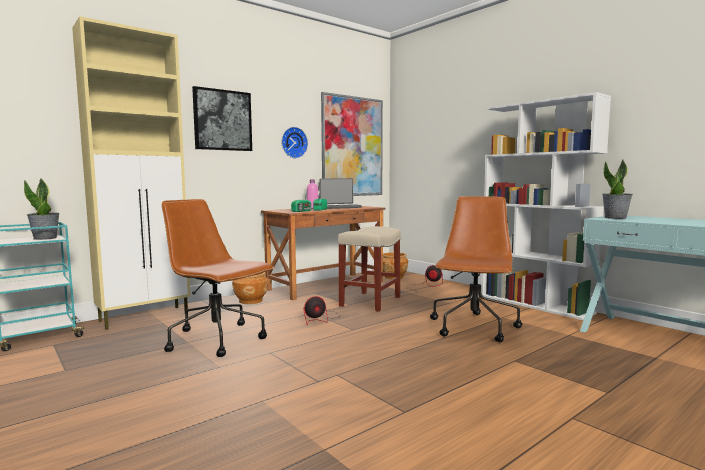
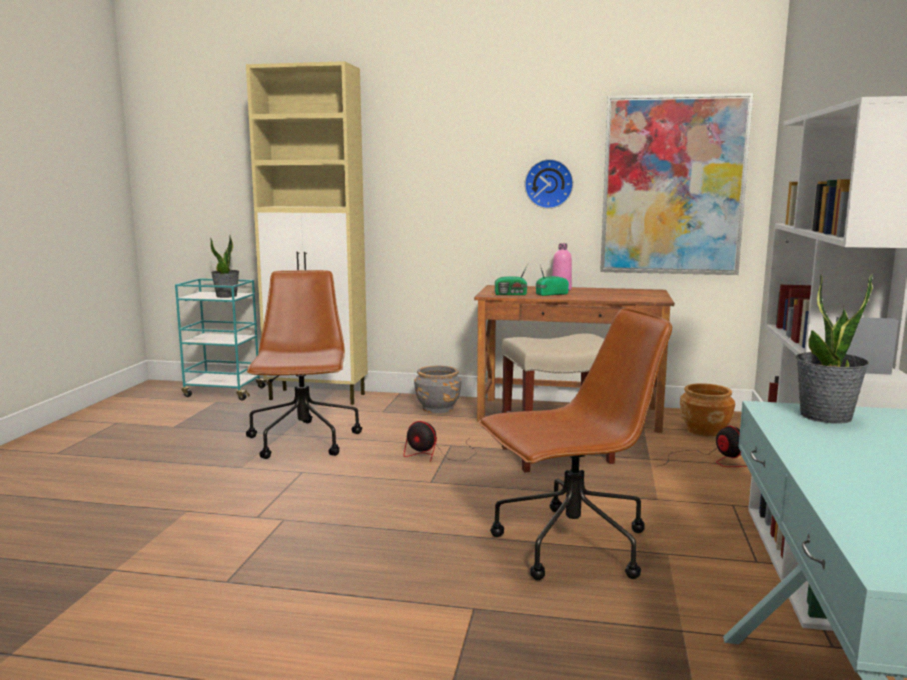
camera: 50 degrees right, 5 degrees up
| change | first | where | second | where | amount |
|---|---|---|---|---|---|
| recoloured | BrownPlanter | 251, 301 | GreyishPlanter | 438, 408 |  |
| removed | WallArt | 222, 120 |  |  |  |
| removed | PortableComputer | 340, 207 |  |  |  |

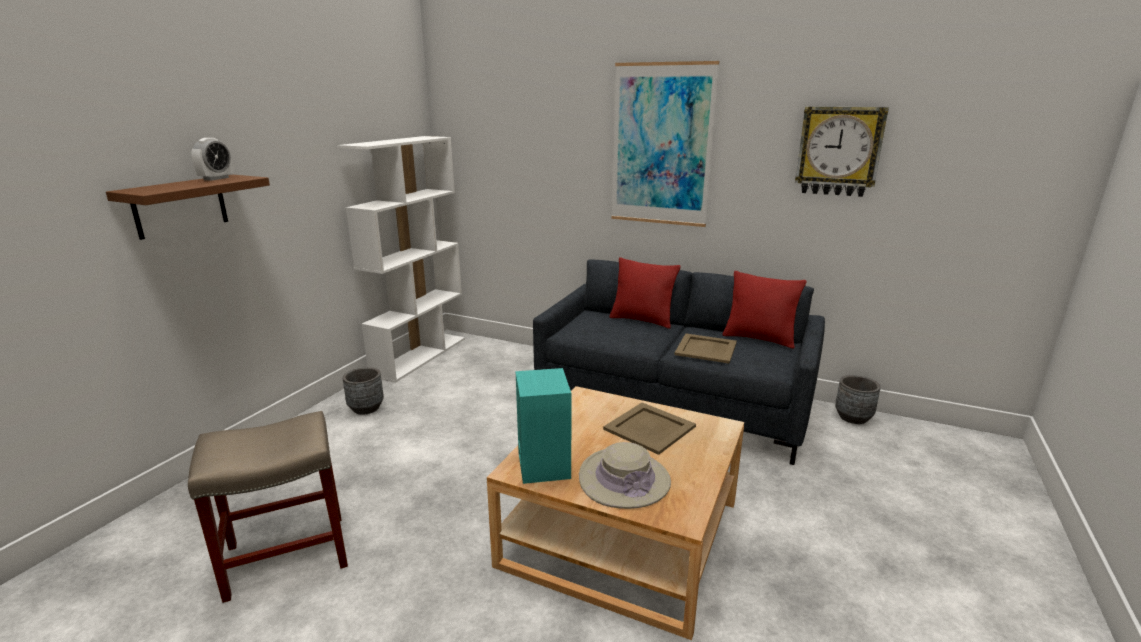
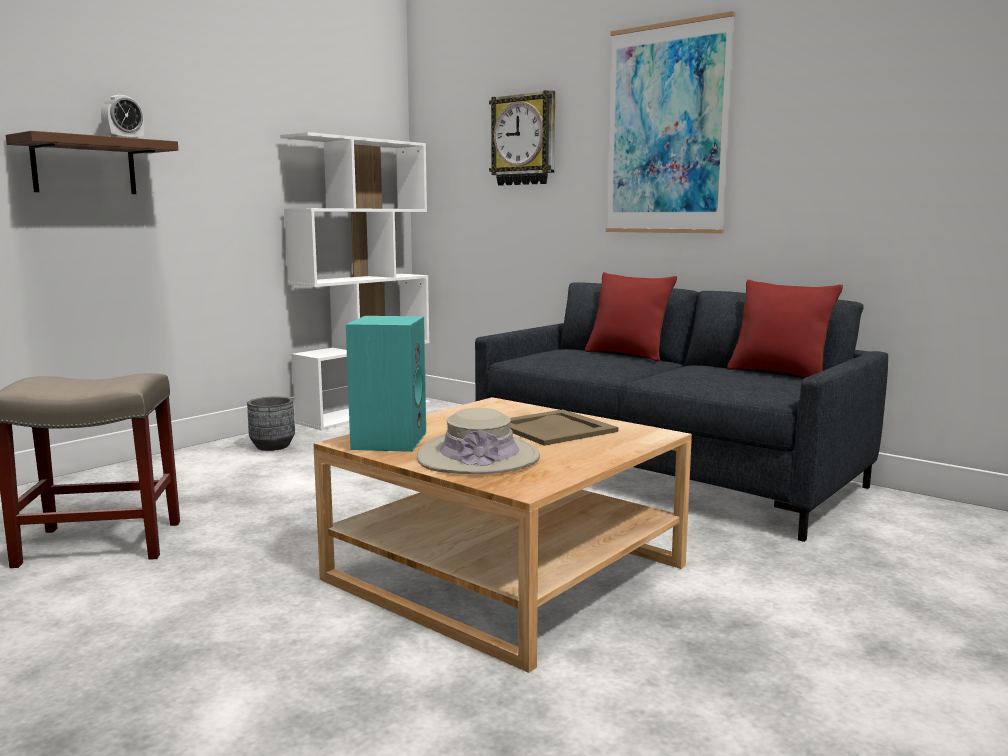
camera: 15 degrees right, 10 degrees down
| change | first | where | second | where | amount |
|---|---|---|---|---|---|
| moved | WallClock | 839, 151 |  | 524, 140 |  |
| removed | SandColouredTray | 705, 349 |  |  |  |
| removed | GreyishPlanter | 853, 417 |  |  |  |

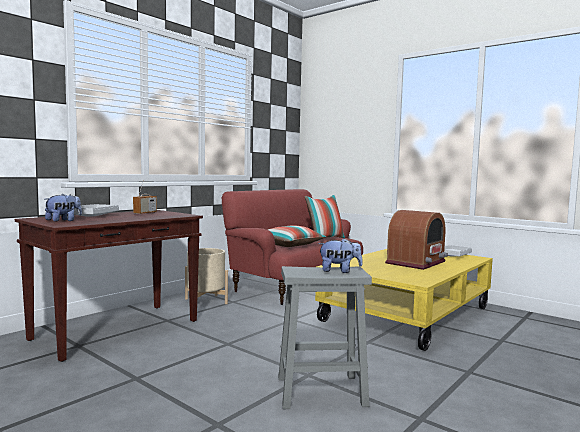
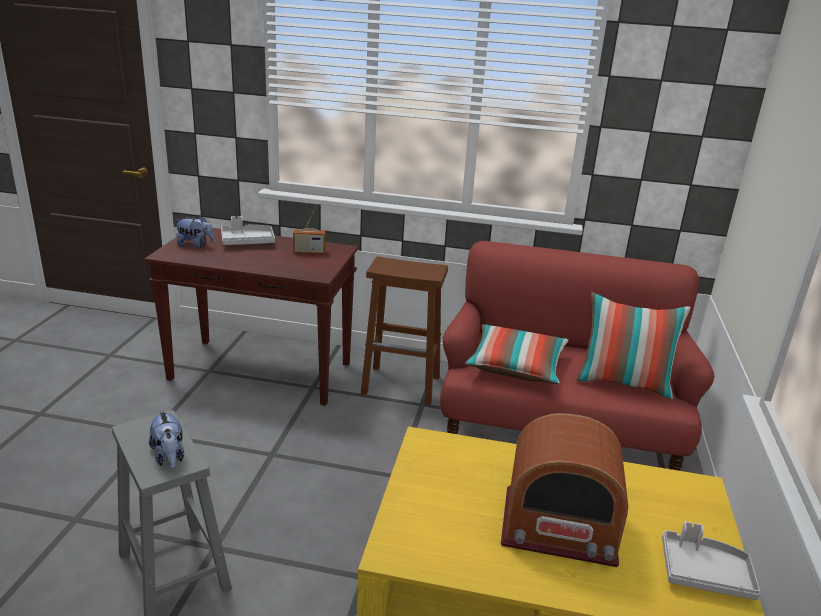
camera: 60 degrees right, 20 degrees up
| change | first | where | second | where | amount |
|---|---|---|---|---|---|
| replaced | SandColouredPlanter | 206, 301 | BrownStoolSeat | 402, 385 |  |

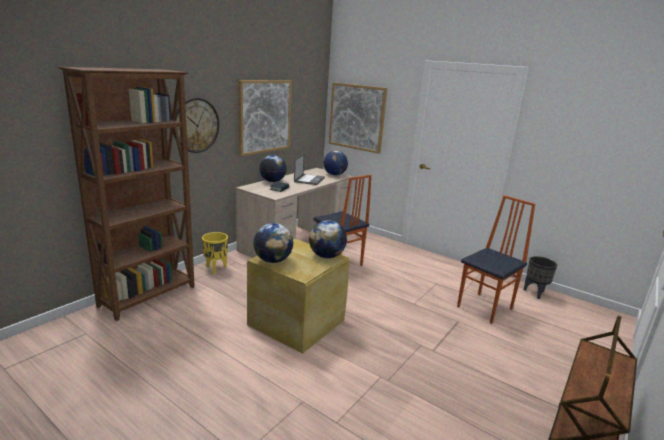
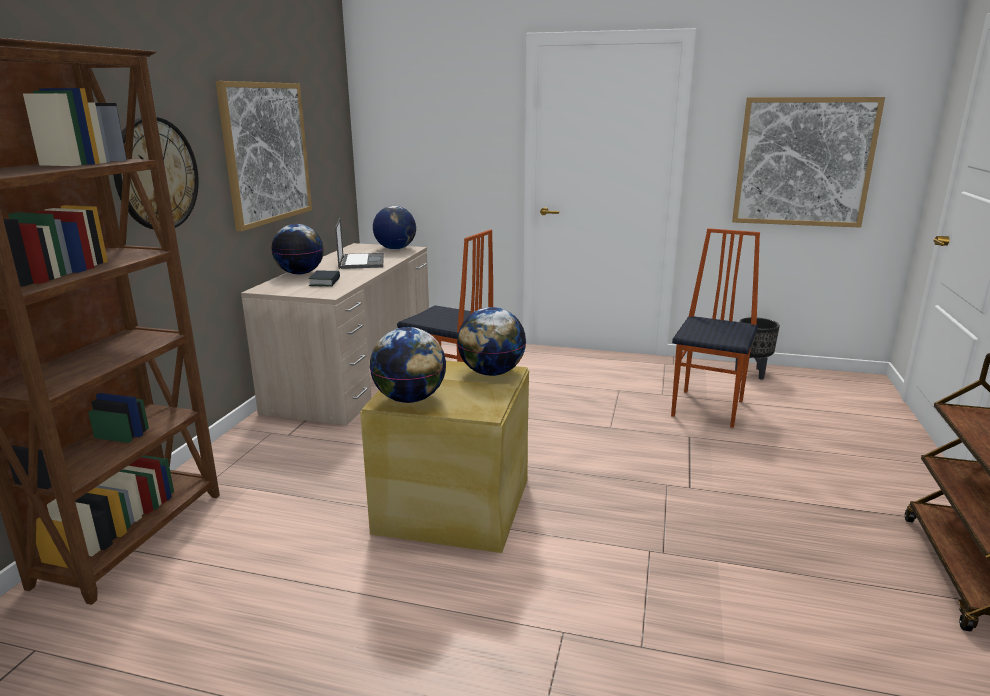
camera: 20 degrees left, 0 degrees up
| change | first | where | second | where | amount |
|---|---|---|---|---|---|
| moved | WallArt | 357, 117 |  | 803, 162 |  |
| removed | YellowPlanter | 215, 269 |  |  |  |

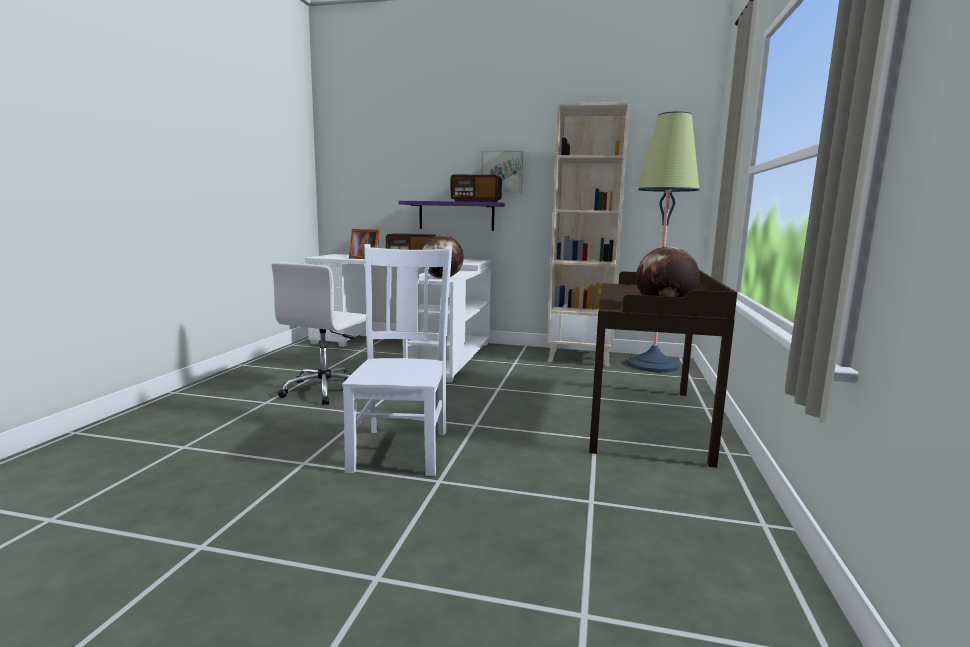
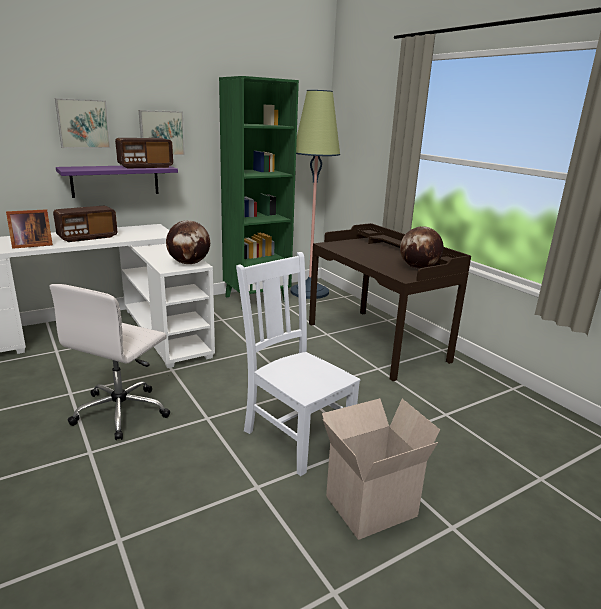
camera: 45 degrees left, 10 degrees up
| change | first | where | second | where | amount |
|---|---|---|---|---|---|
| turned | WhitishDeskChair | 326, 390 |  | 122, 411 | 45 degrees clockwise |
| added |  |  | WallArt | 83, 123 |  |
| recoloured | SandColouredBookshelf | 580, 357 | GreenBookshelf | 256, 299 |  |
| added |  |  | PackingBox | 370, 504 |  |

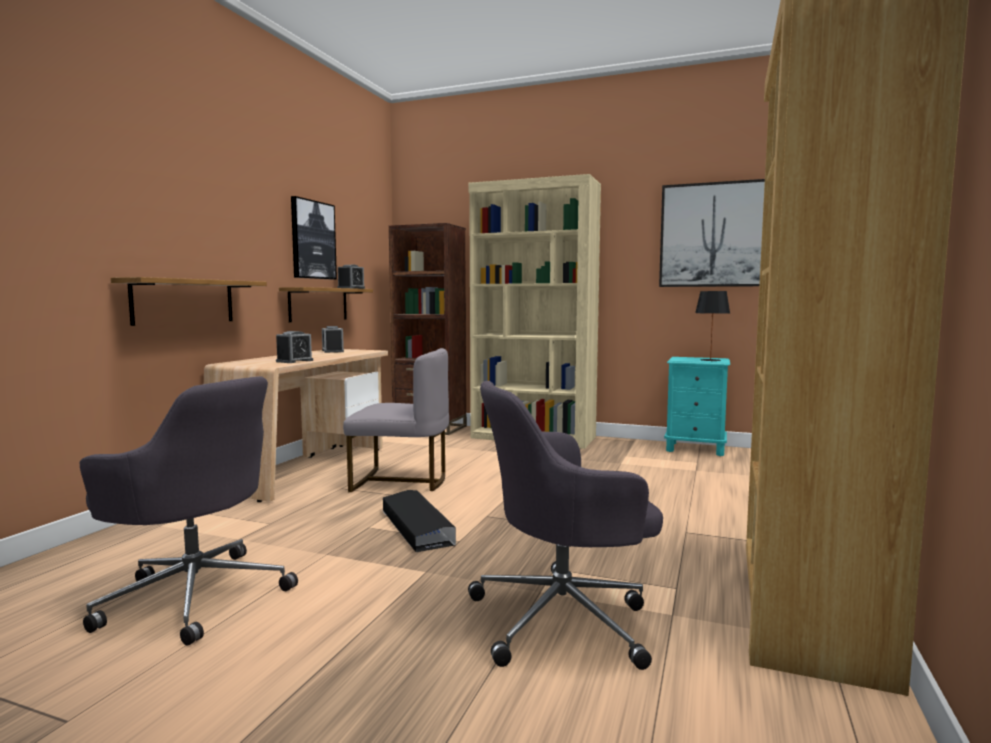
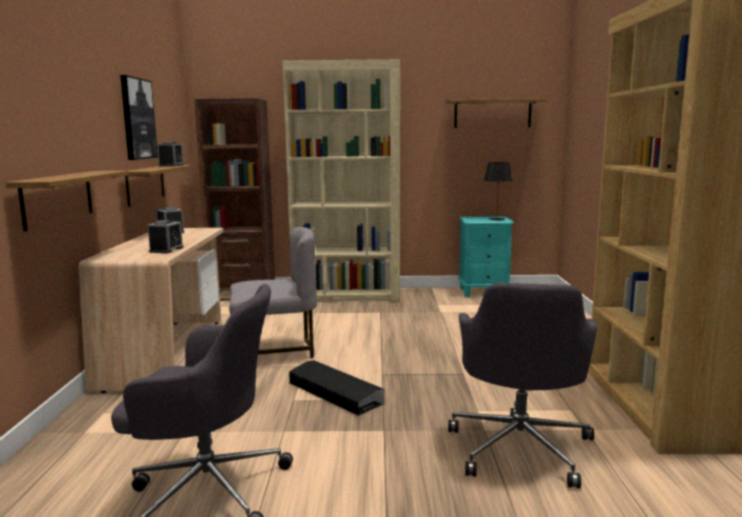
camera: 20 degrees left, 5 degrees up
| change | first | where | second | where | amount |
|---|---|---|---|---|---|
| replaced | WallArt | 713, 235 | WallShelf | 492, 113 |  |
| turned | GreyishDeskChair | 564, 619 |  | 520, 447 | 45 degrees counterclockwise |

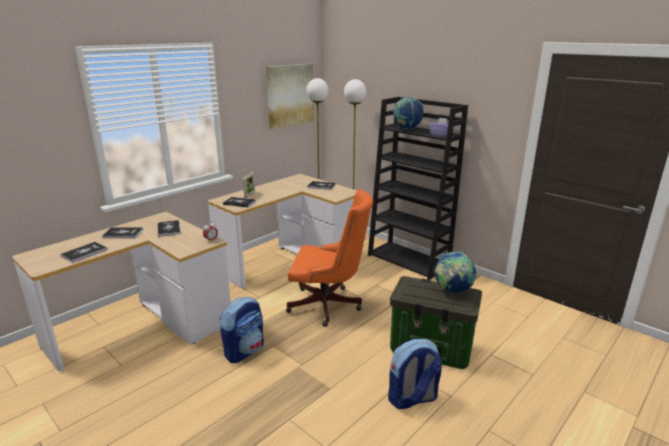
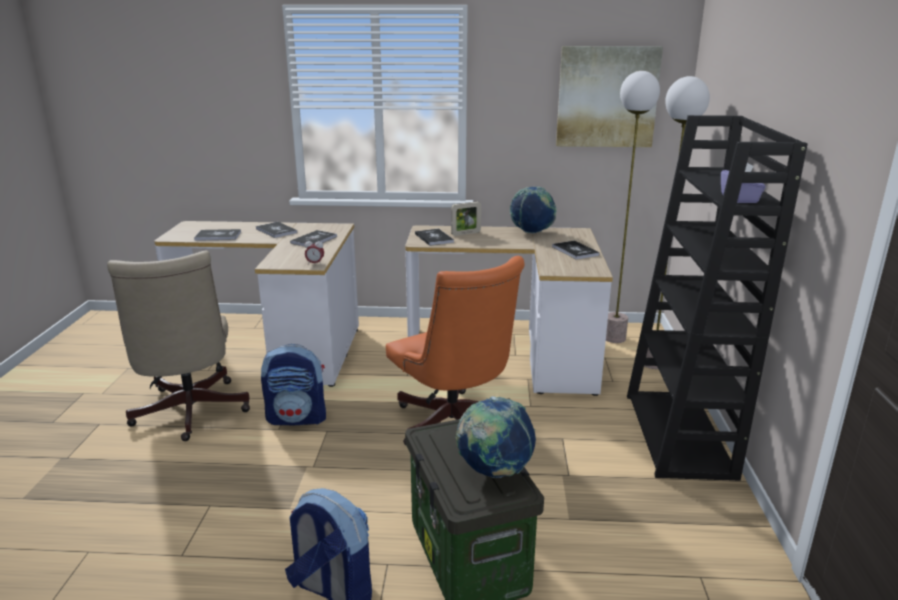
camera: 50 degrees right, 0 degrees up
| change | first | where | second | where | amount |
|---|---|---|---|---|---|
| added |  |  | SandColouredDeskChair | 189, 414 |  |
| moved | Globe | 407, 129 |  | 532, 232 |  |

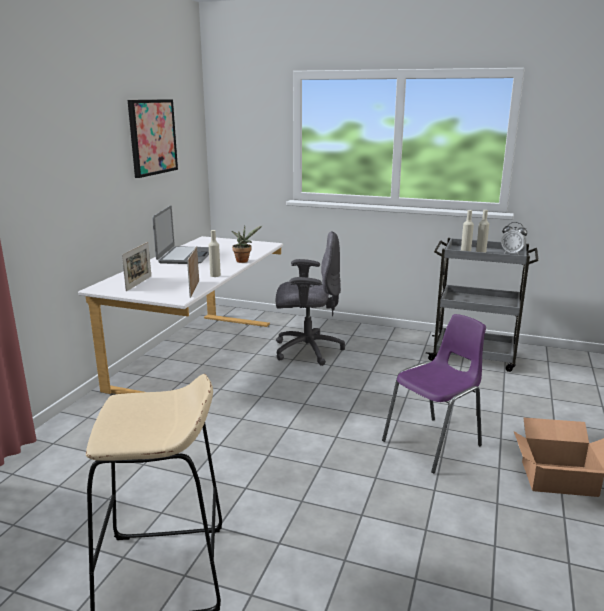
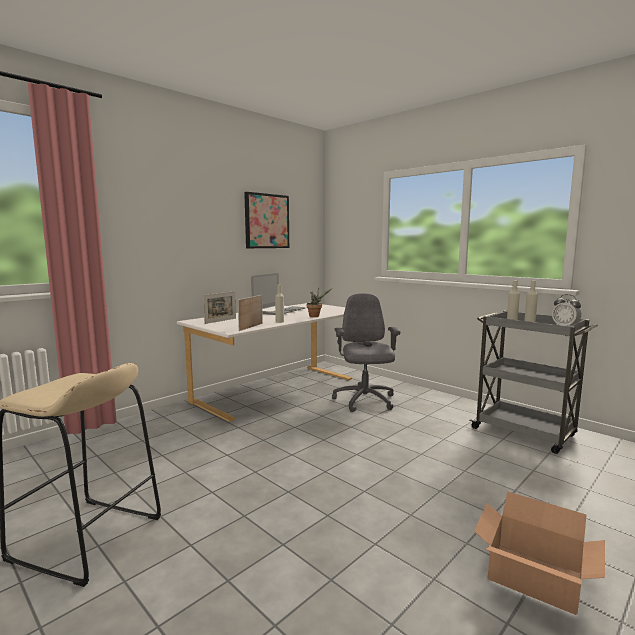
camera: 25 degrees right, 10 degrees down
| change | first | where | second | where | amount |
|---|---|---|---|---|---|
| turned | GreyishDeskChair | 306, 350 |  | 364, 401 | 120 degrees counterclockwise |
| removed | PurplePlainChair | 434, 443 |  |  |  |

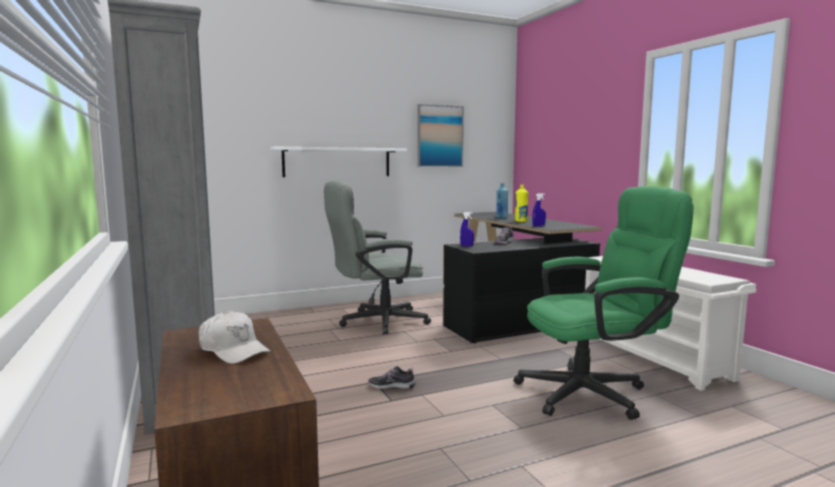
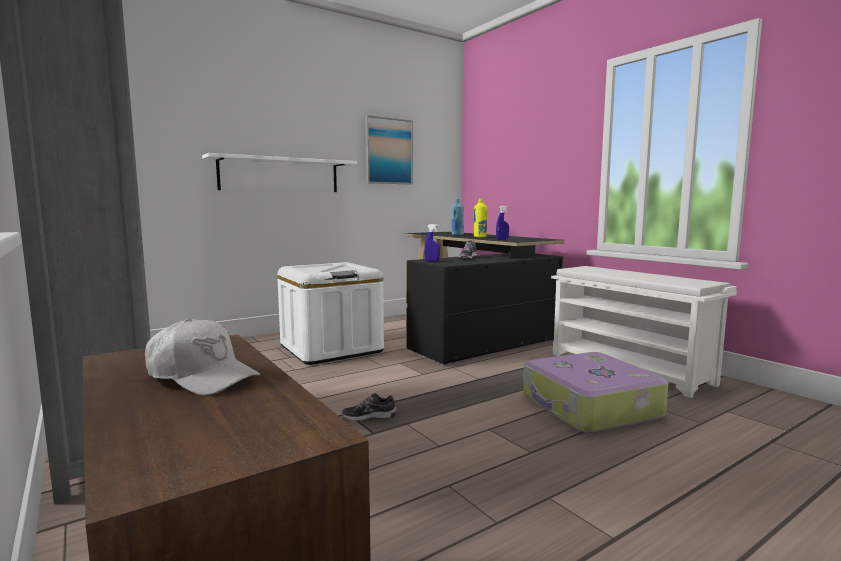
camera: 10 degrees left, 0 degrees up
| change | first | where | second | where | amount |
|---|---|---|---|---|---|
| replaced | GreyishDeskChair | 375, 322 | WhitishStorageBin | 331, 348 |  |
| replaced | GreenDeskChair | 594, 392 | Suitcase | 589, 407 |  |

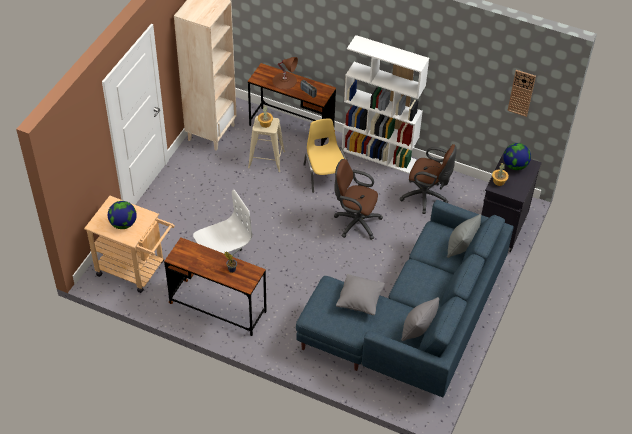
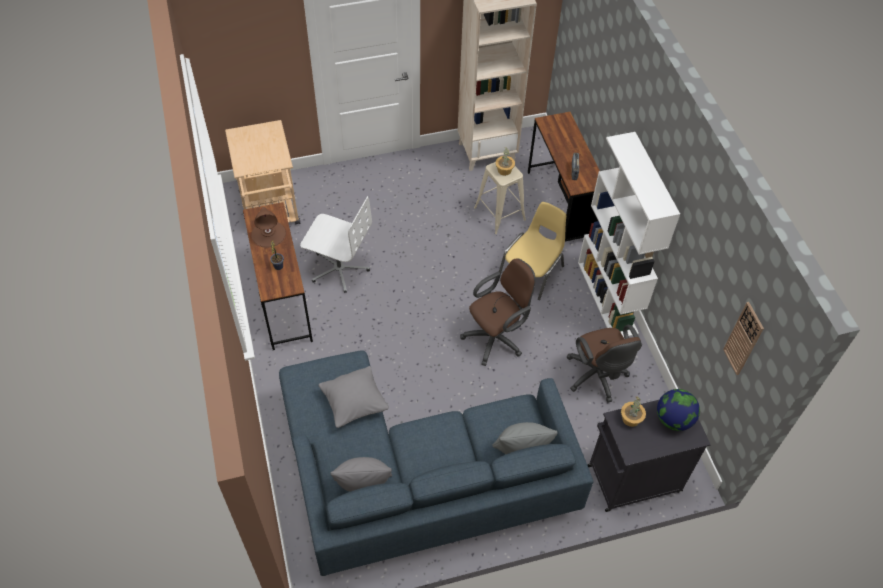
camera: 50 degrees right, 5 degrees up
| change | first | where | second | where | amount |
|---|---|---|---|---|---|
| moved | BrownTabletopLamp | 284, 80 |  | 268, 234 |  |
| turned | BrownDeskChair | 355, 222 |  | 497, 337 | 75 degrees clockwise |
| removed | Globe | 123, 224 |  |  |  |

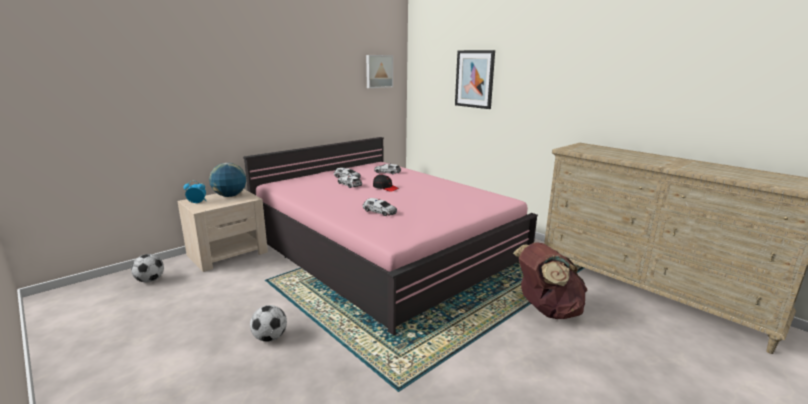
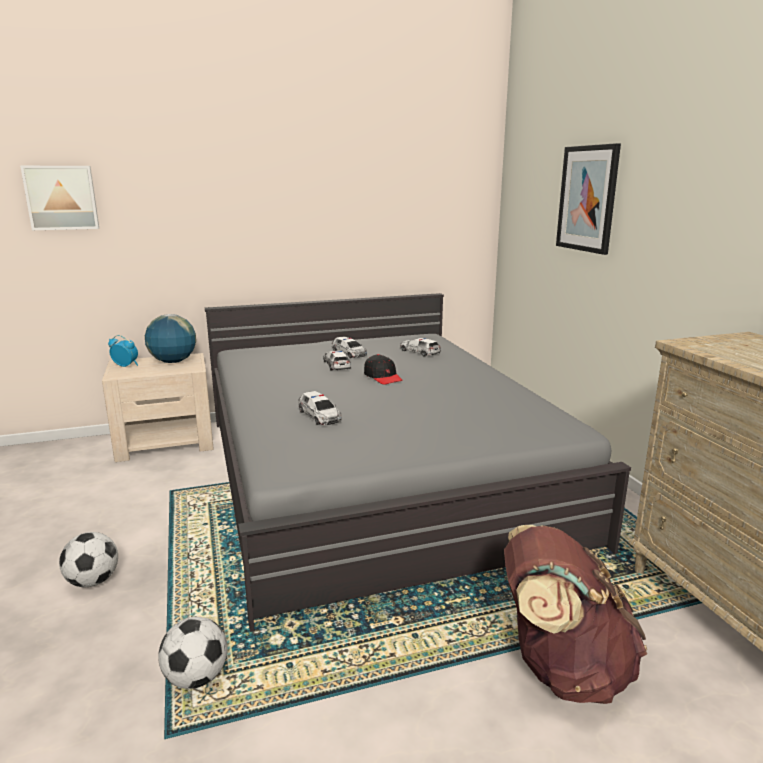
camera: 25 degrees right, 0 degrees up
| change | first | where | second | where | amount |
|---|---|---|---|---|---|
| moved | WallArt | 378, 71 |  | 61, 197 |  |
| moved | FootballBall | 150, 280 |  | 196, 678 |  |
| recoloured | PinkishBed | 384, 247 | GreyishBed | 375, 475 |  |

